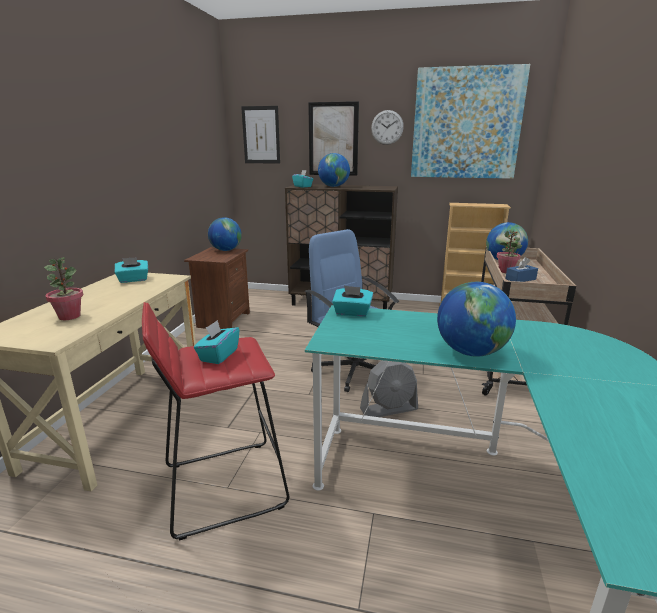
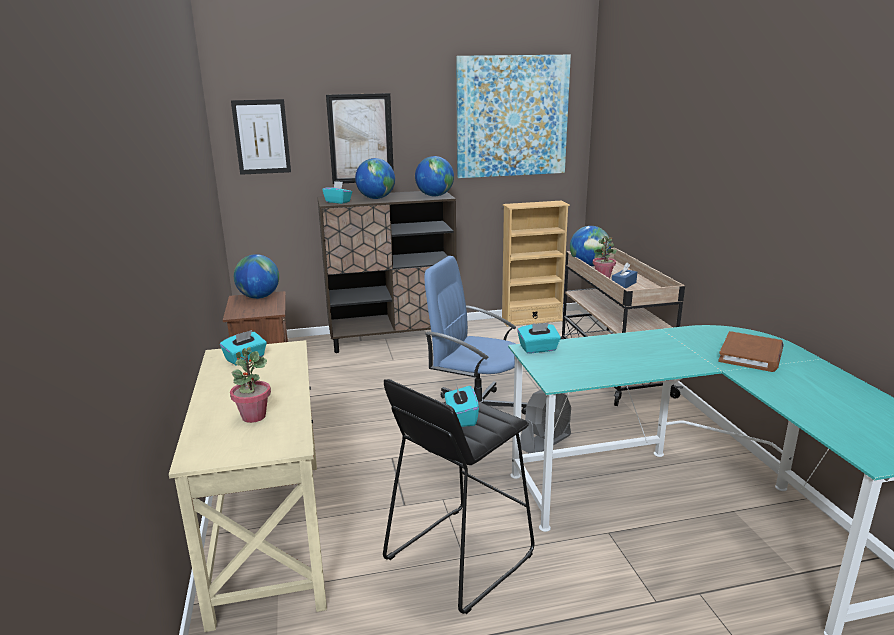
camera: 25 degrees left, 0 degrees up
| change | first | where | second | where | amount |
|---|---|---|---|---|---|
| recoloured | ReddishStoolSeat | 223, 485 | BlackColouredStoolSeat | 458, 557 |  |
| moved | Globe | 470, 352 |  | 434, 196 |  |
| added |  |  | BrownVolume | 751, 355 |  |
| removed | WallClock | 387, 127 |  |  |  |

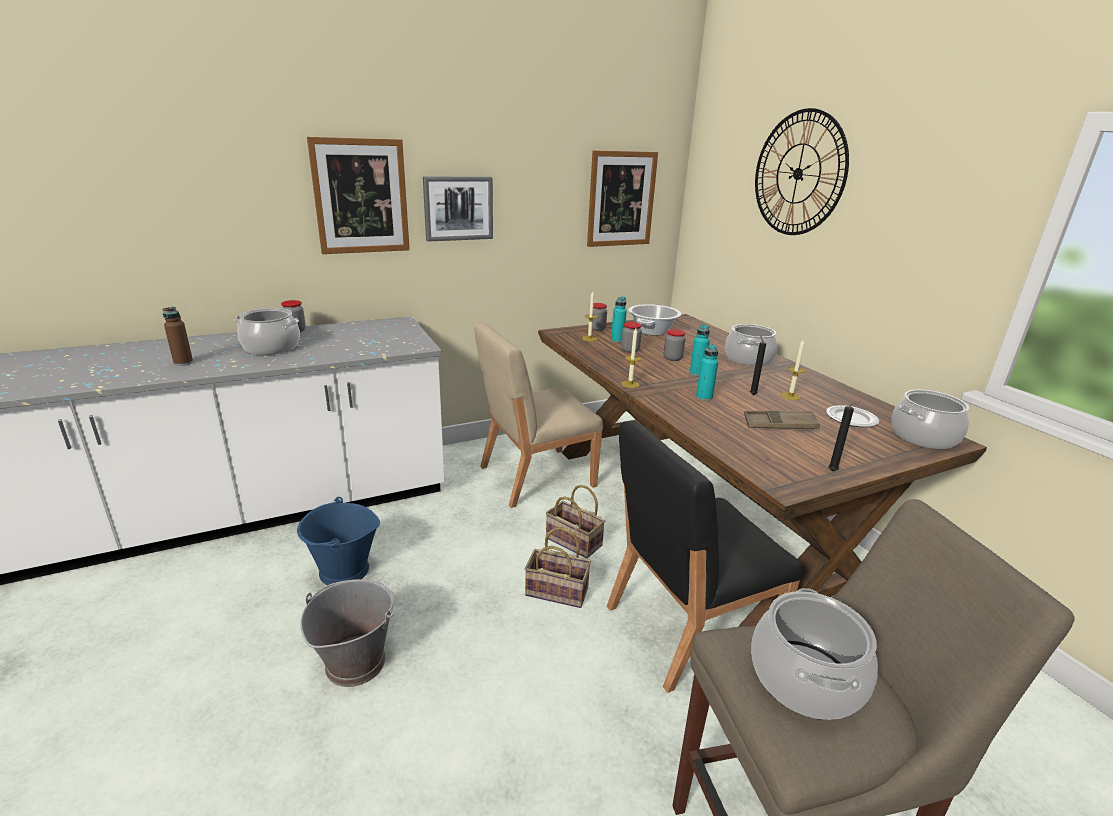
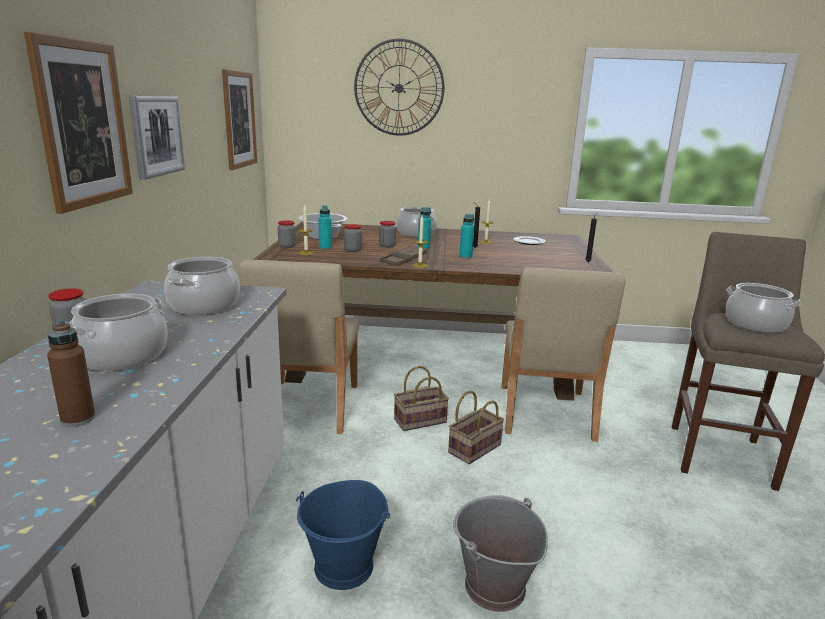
camera: 60 degrees left, 5 degrees down
| change | first | where | second | where | amount |
|---|---|---|---|---|---|
| moved | Saucepot | 923, 436 |  | 204, 305 |  |
| moved | BrownTray | 779, 425 |  | 404, 259 |  |
| recoloured | BlackColouredPlainChair | 687, 627 | SandColouredPlainChair | 545, 412 |  |

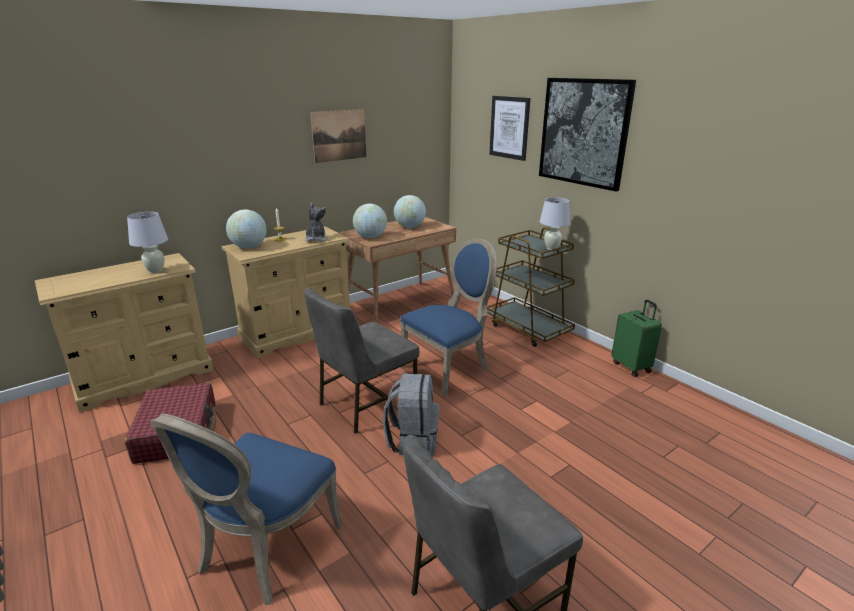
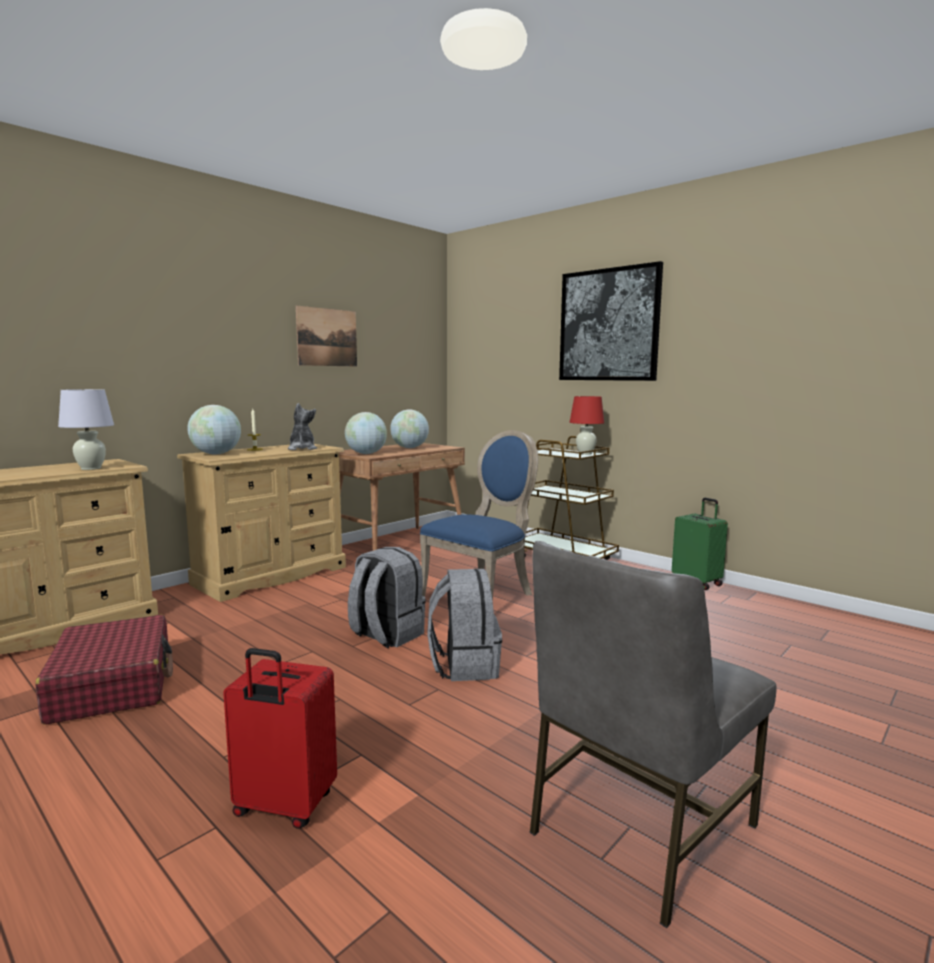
camera: 10 degrees left, 15 degrees down
| change | first | where | second | where | amount |
|---|---|---|---|---|---|
| replaced | BluePlainChair | 265, 549 | ReddishSuitcase | 283, 806 |  |
| replaced | GreyishPlainChair | 365, 403 | GreyishRucksack | 386, 635 |  |
| recoloured | WhitishTabletopLamp | 552, 248 | ReddishTabletopLamp | 585, 453 |  |
| removed | WallArt | 509, 127 |  |  |  |

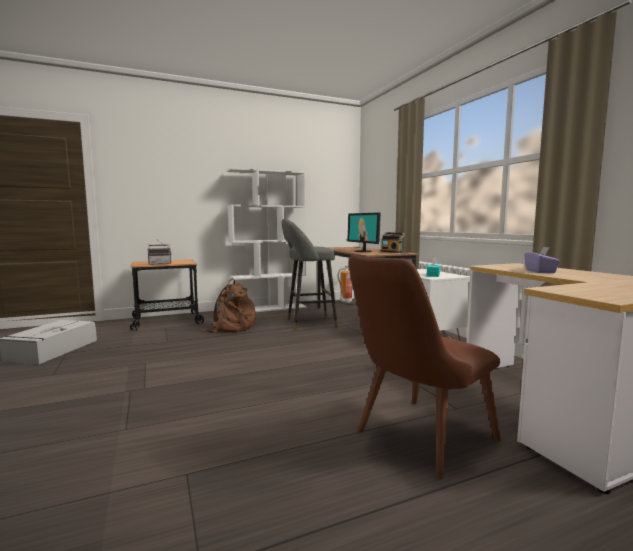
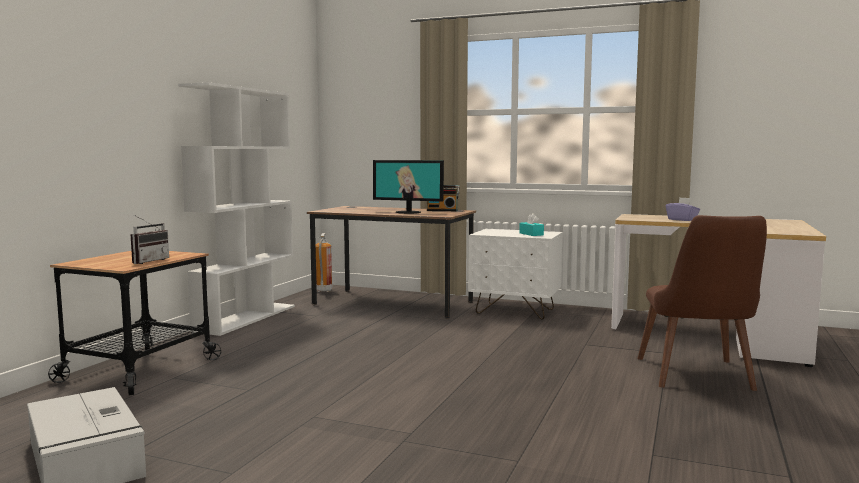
camera: 45 degrees left, 0 degrees up
| change | first | where | second | where | amount |
|---|---|---|---|---|---|
| removed | BrownRucksack | 231, 327 |  |  |  |
| removed | GreyishStoolSeat | 308, 323 |  |  |  |

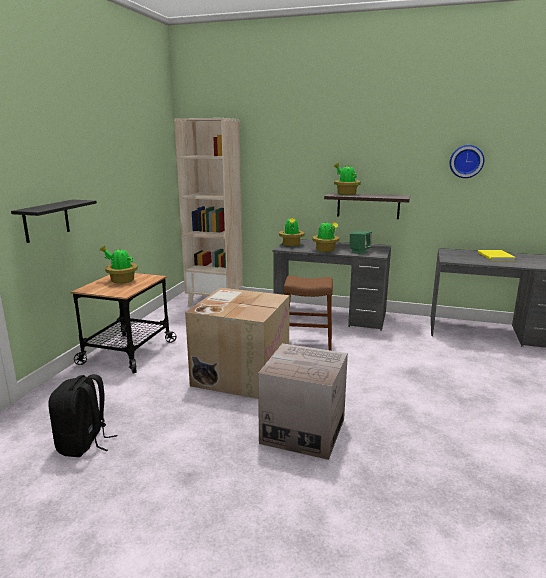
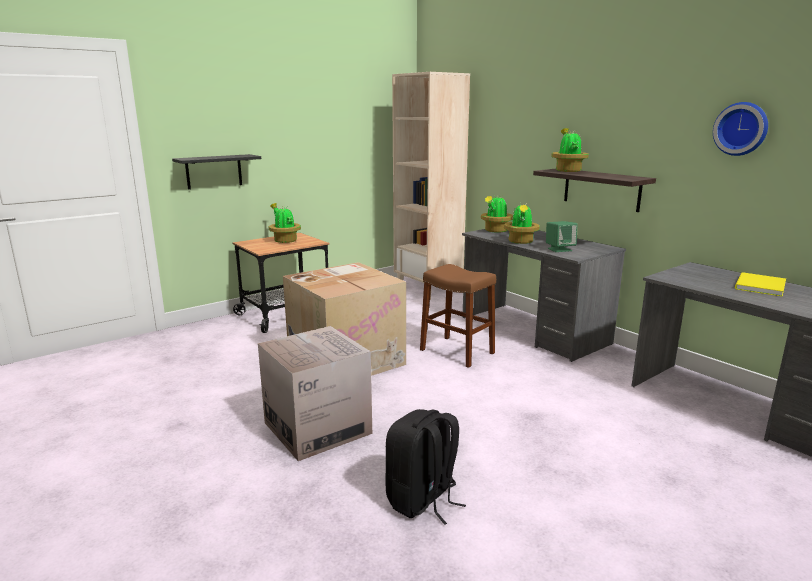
camera: 35 degrees right, 0 degrees up
| change | first | where | second | where | amount |
|---|---|---|---|---|---|
| moved | BlackColouredRucksack | 84, 444 |  | 422, 500 |  |

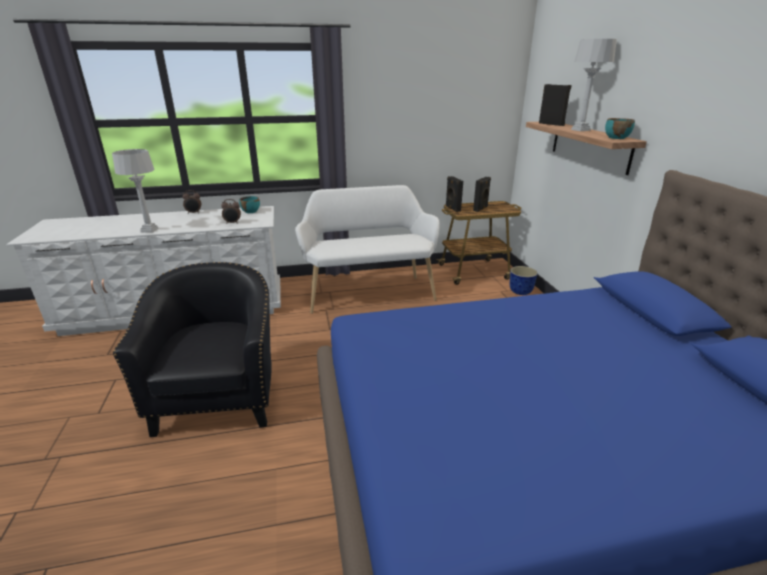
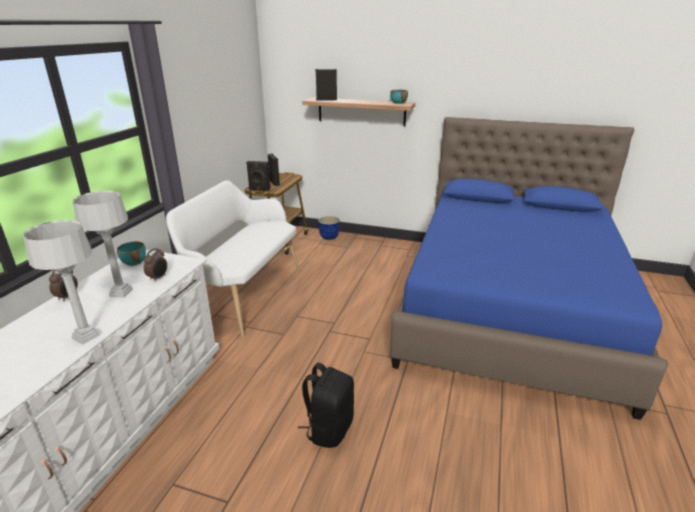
camera: 60 degrees left, 0 degrees up
| change | first | where | second | where | amount |
|---|---|---|---|---|---|
| moved | GreyishTabletopLamp | 580, 130 |  | 121, 292 |  |
| replaced | BlackColouredArmchair | 220, 396 | BlackColouredRucksack | 329, 429 |  |

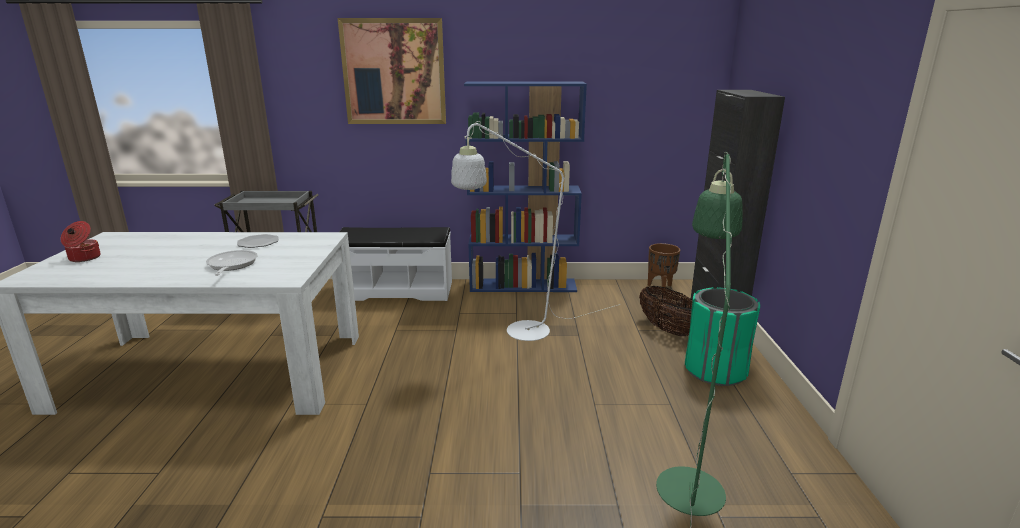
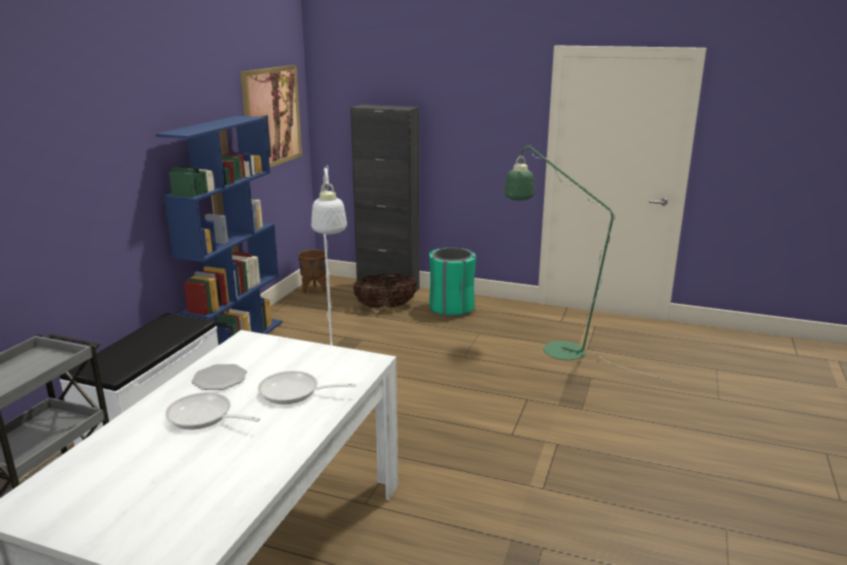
camera: 70 degrees left, 0 degrees up
| change | first | where | second | where | amount |
|---|---|---|---|---|---|
| added |  |  | Skillet | 204, 417 |  |
| moved | WallArt | 394, 72 |  | 271, 117 |  |
| removed | Saucepot | 84, 258 |  |  |  |

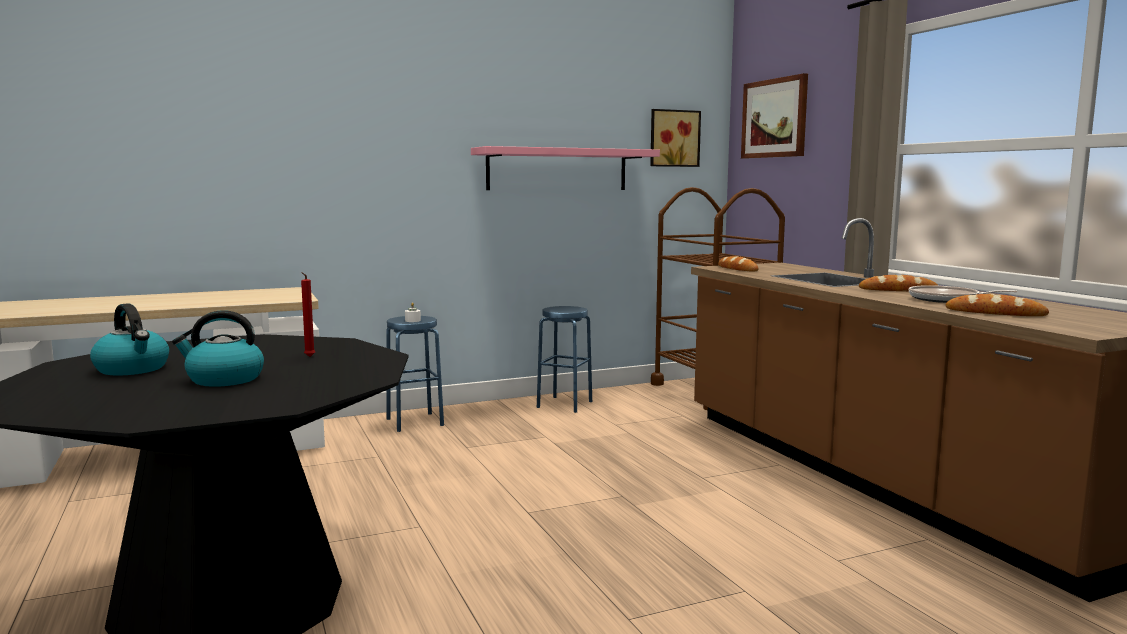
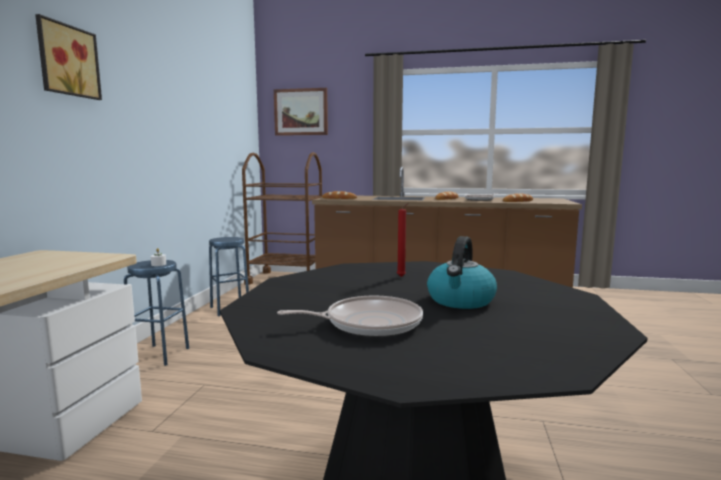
camera: 55 degrees left, 0 degrees up
| change | first | where | second | where | amount |
|---|---|---|---|---|---|
| moved | WallArt | 673, 138 |  | 67, 61 |  |
| replaced | Kettle | 133, 369 | Skillet | 368, 323 |  |
| removed | PinkishWallShelf | 557, 169 |  |  |  |

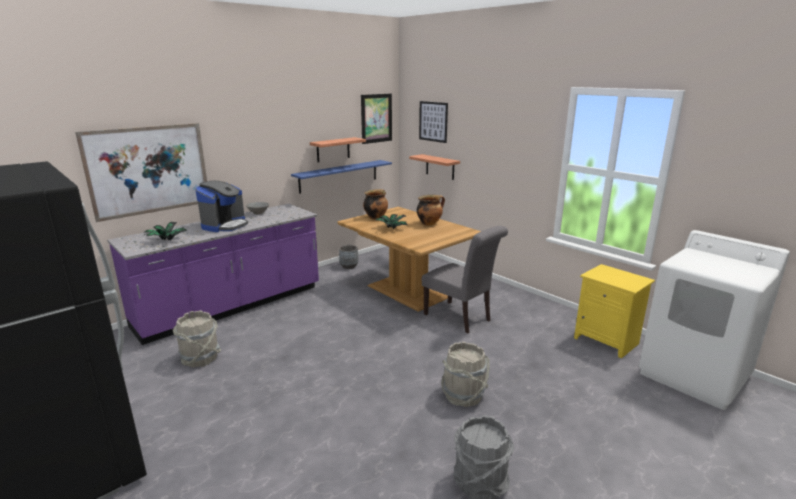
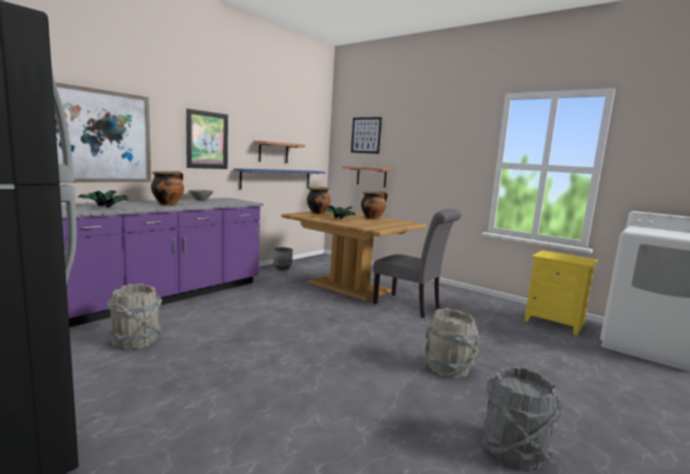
camera: 10 degrees left, 10 degrees down
| change | first | where | second | where | amount |
|---|---|---|---|---|---|
| replaced | CoffeeMachine | 225, 225 | Saucepot | 168, 204 |  |
| moved | WallArt | 376, 118 |  | 207, 140 |  |

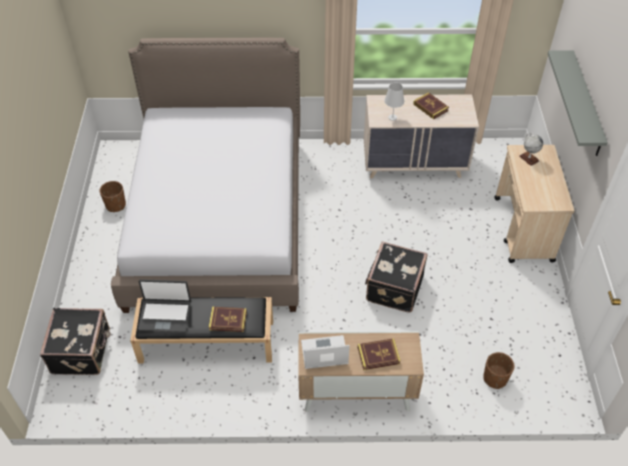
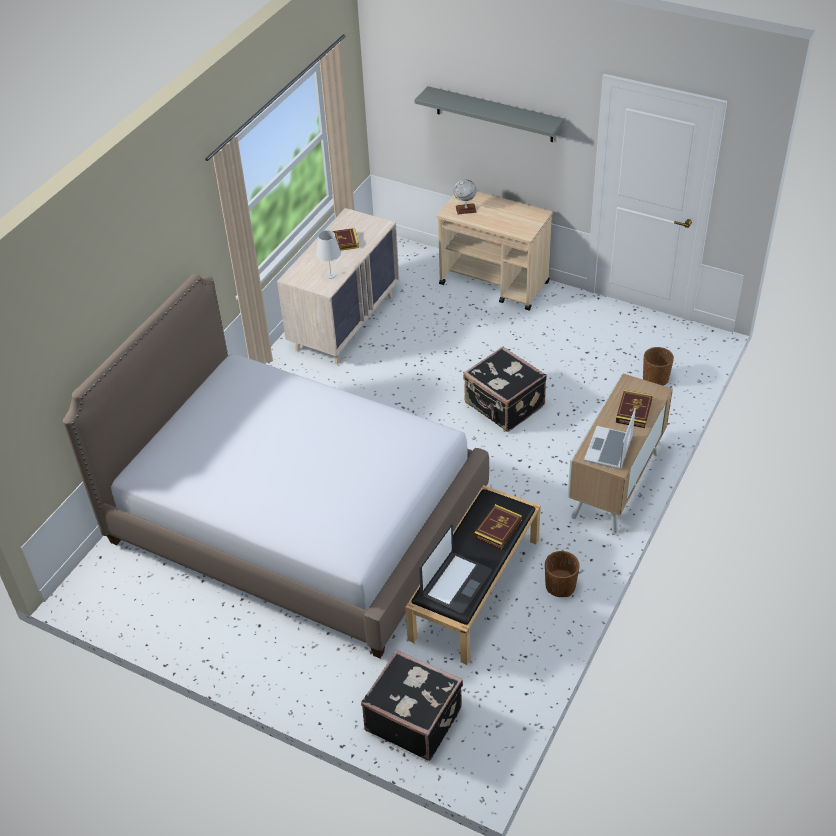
camera: 60 degrees left, 5 degrees down
| change | first | where | second | where | amount |
|---|---|---|---|---|---|
| moved | BrownPlanter | 115, 205 |  | 560, 586 |  |

